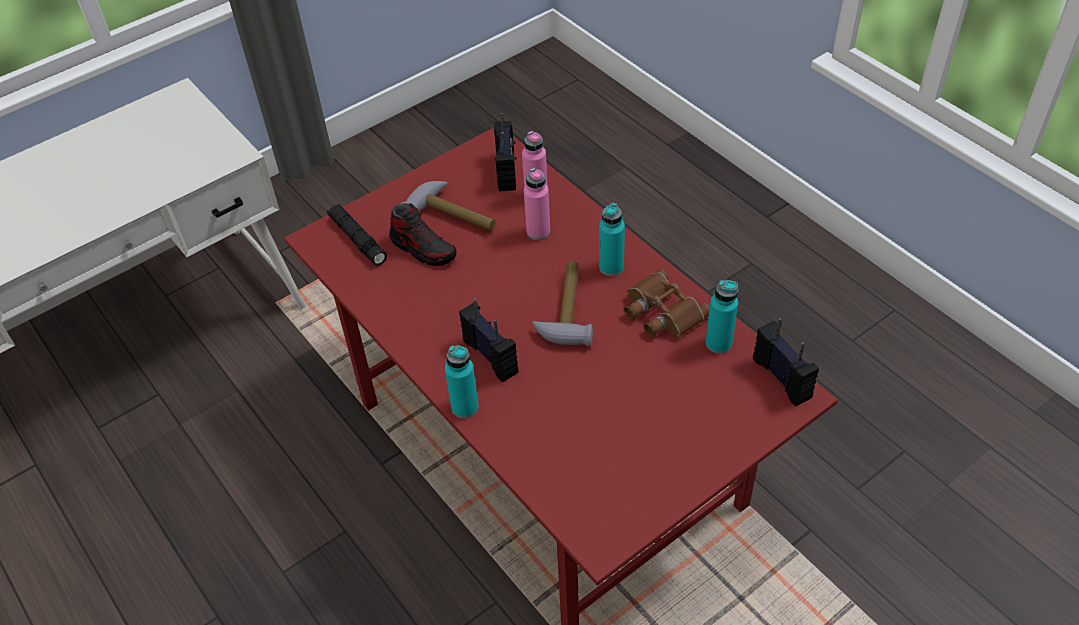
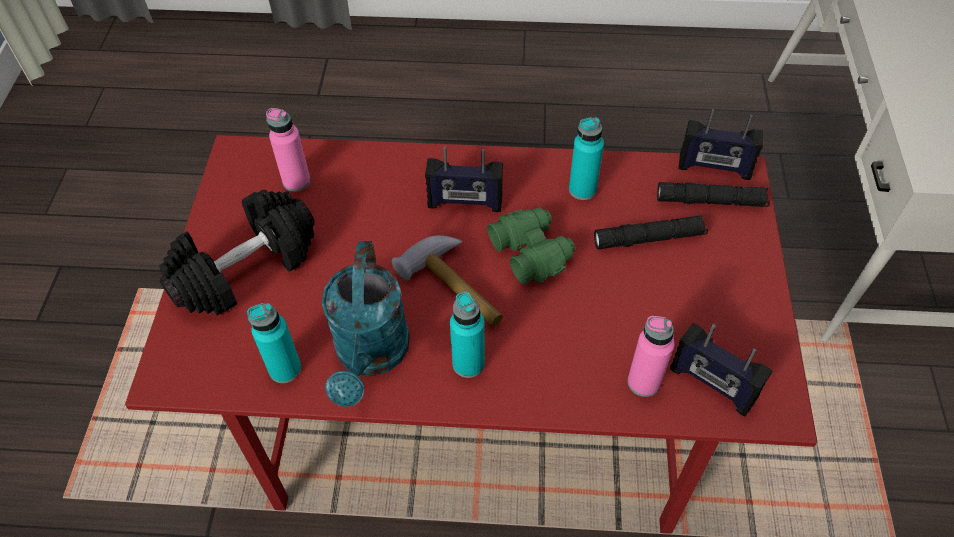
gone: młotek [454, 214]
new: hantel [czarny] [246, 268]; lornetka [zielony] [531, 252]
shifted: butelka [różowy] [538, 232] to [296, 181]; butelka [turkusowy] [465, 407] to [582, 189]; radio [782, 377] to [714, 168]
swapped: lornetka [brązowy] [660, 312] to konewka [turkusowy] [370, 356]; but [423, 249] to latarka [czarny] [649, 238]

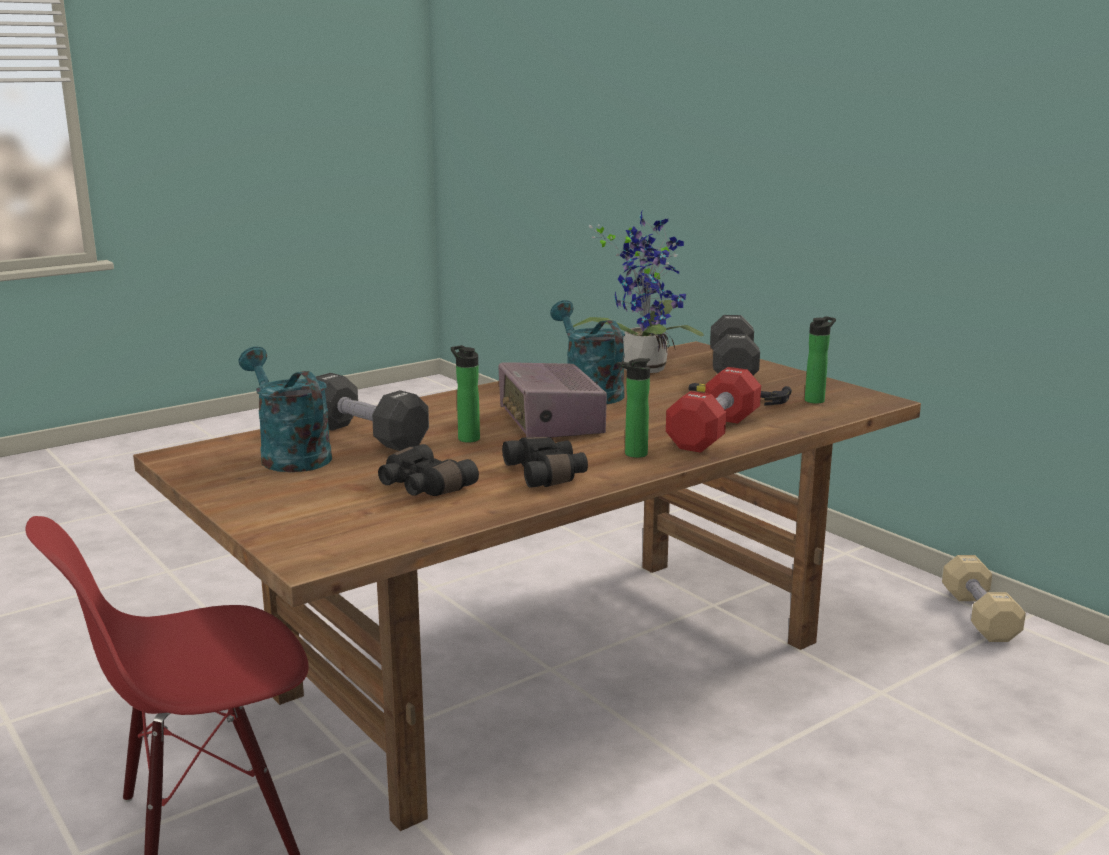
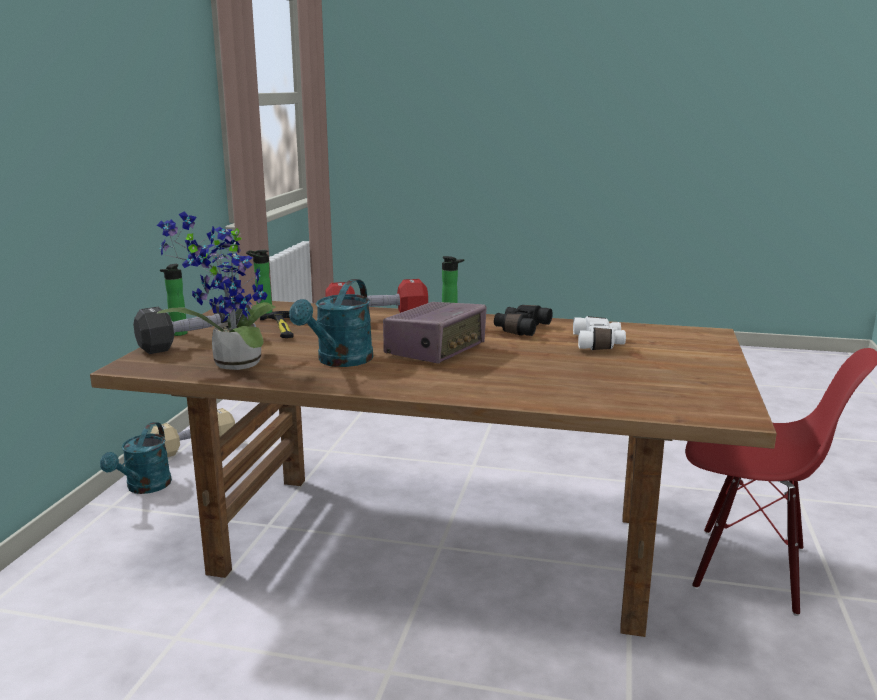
gone: hantel [czarny] [366, 436]
shifted: konewka [turkusowy] [289, 455] to [144, 488]; butelka [467, 438] to [177, 334]
repainted: lornetka [czarny] [422, 487] to lornetka [biały] [599, 343]

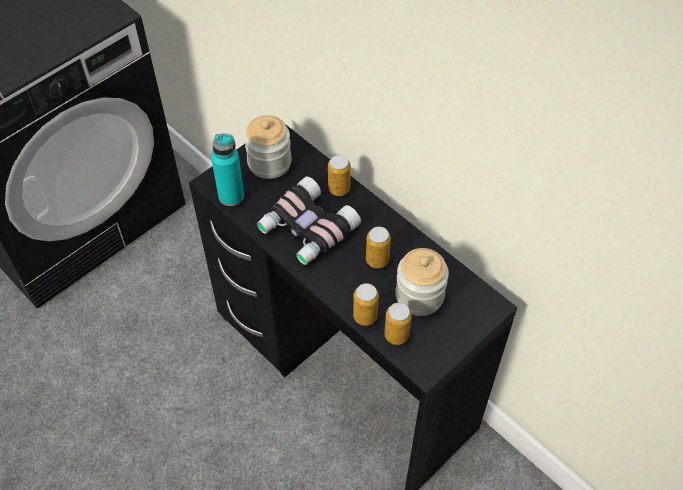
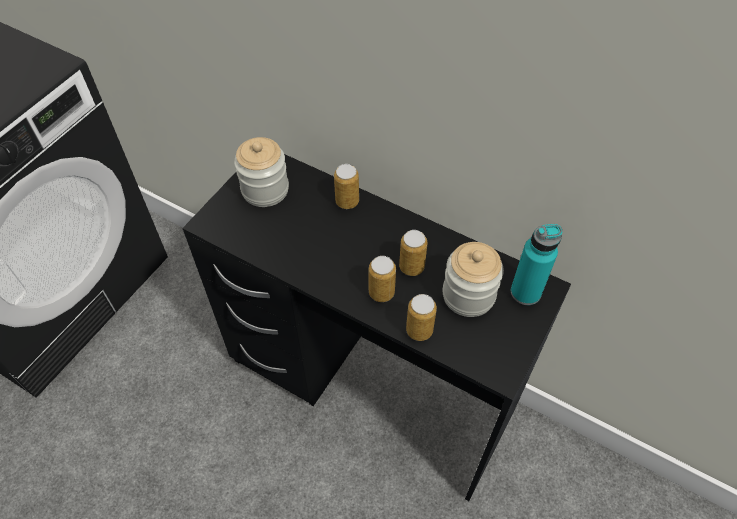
gone: lornetka [306, 229]
shifted: puszka [396, 335] to [381, 292]; butelka [turkusowy] [231, 196] to [525, 292]

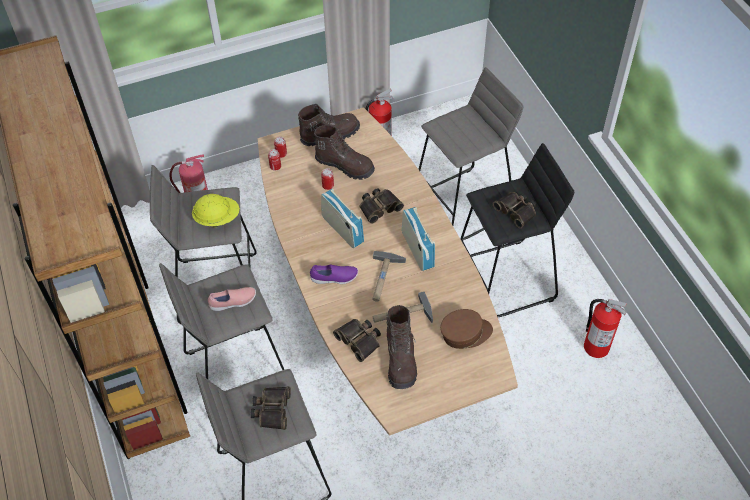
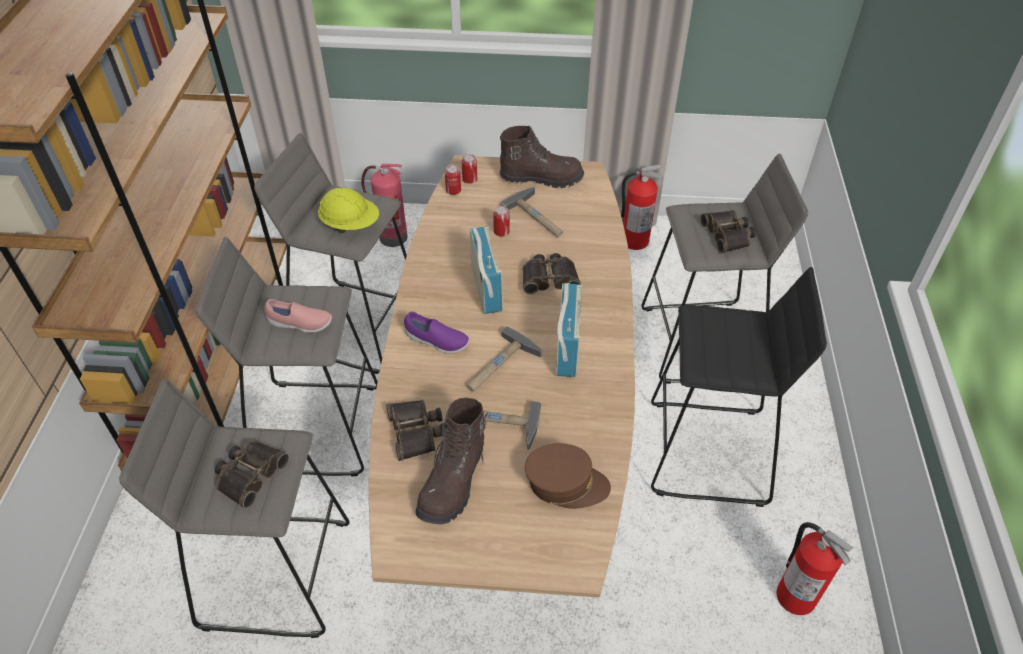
shifted: lornetka [517, 211] to [728, 235]
swapped: but z cholewką [brązowy] [345, 165] to młotek [537, 217]

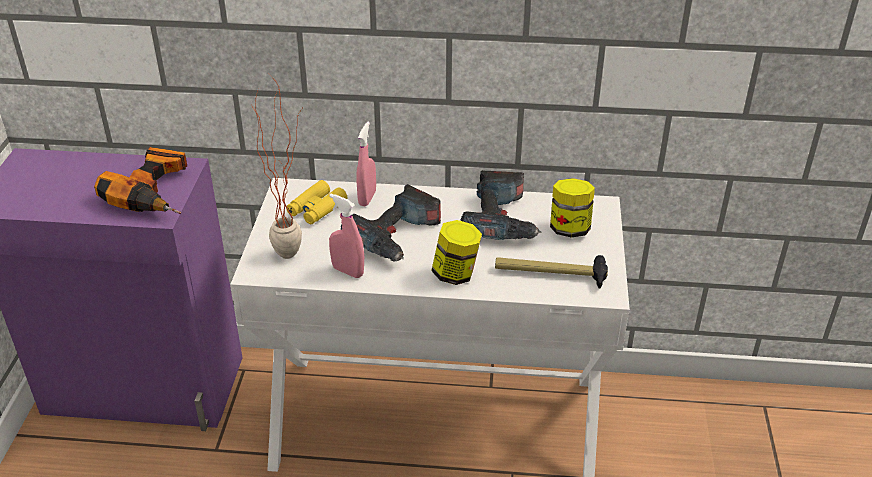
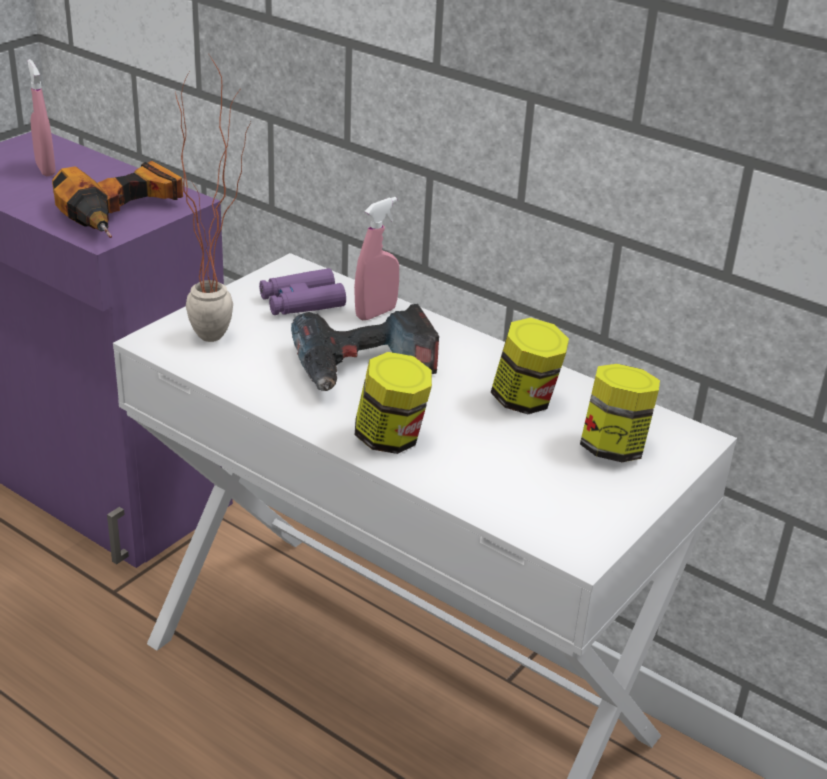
gone: młotek [550, 274]
shifted: spryskiwacz [różowy] [348, 271] to [45, 169]
swapped: wiertarka [501, 220] to słoik [525, 401]
repainted: lornetka [żółty] [317, 209] to lornetka [fioletowy] [301, 302]

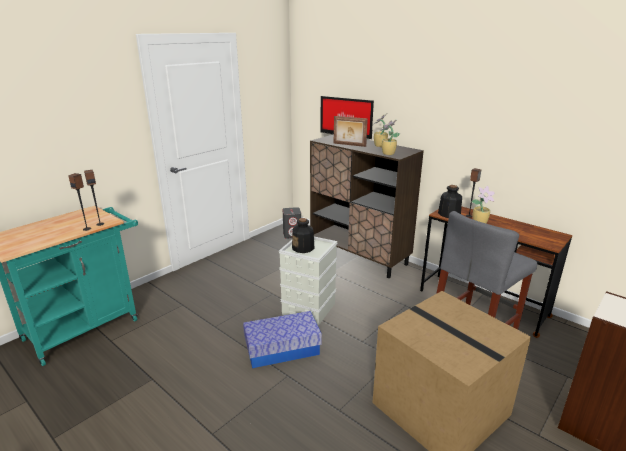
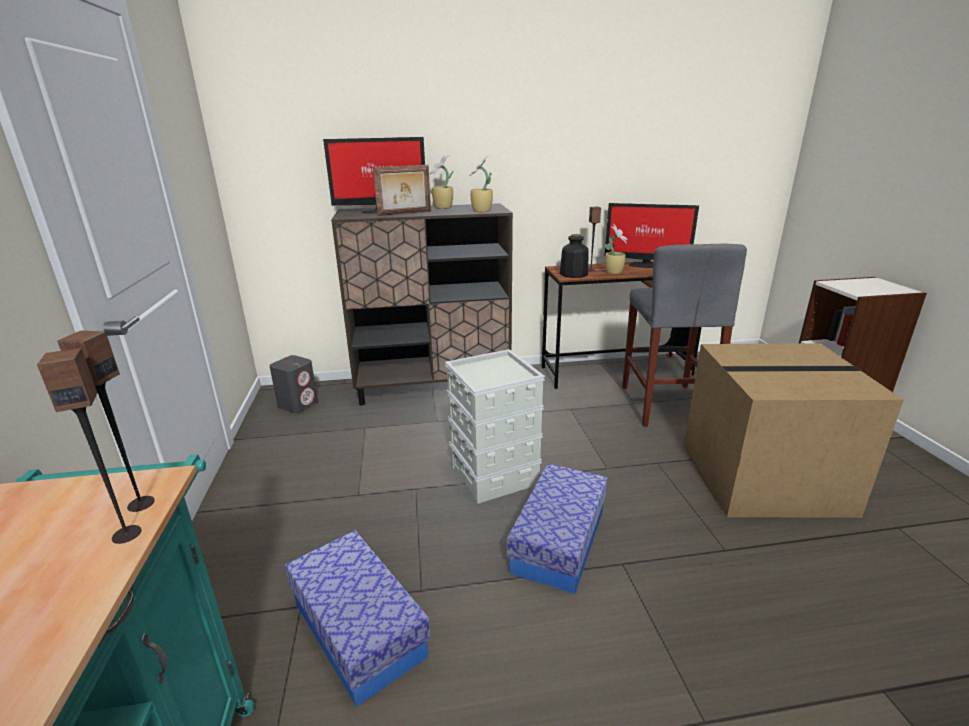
gone: butelka [303, 248]
new: pojemnik do przechowywania [358, 629]; monitor [644, 265]

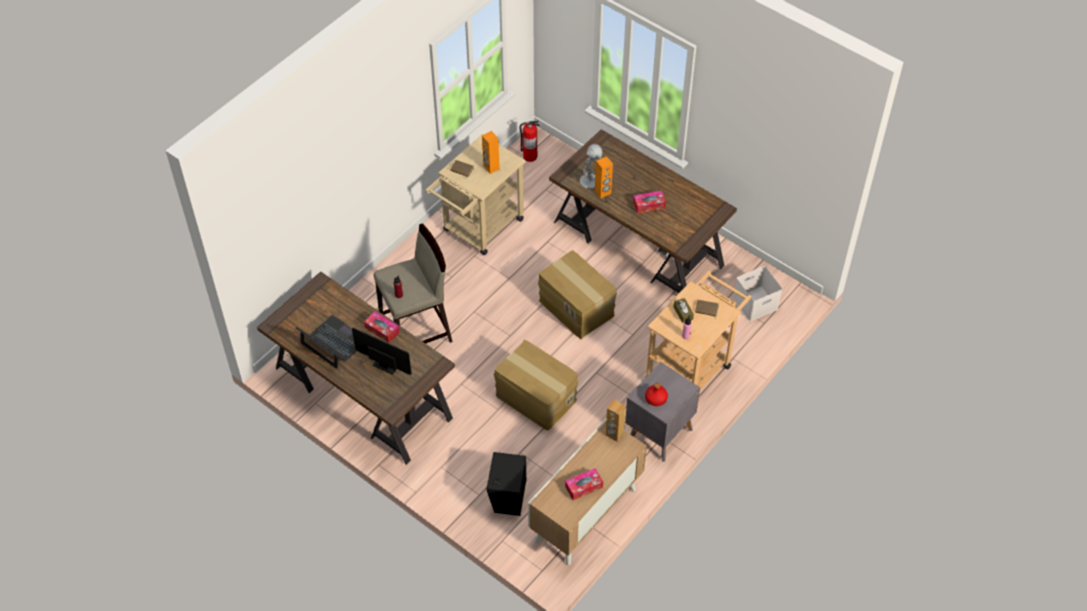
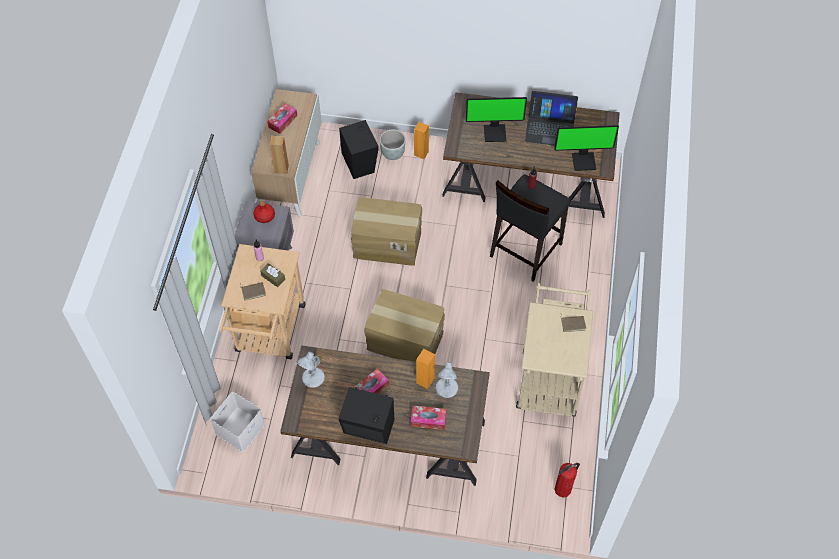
new: lampa stołowa [biały] [312, 378]; głośnik [czarny] [369, 429]; donica [szary] [392, 154]; monitor [584, 160]
shifted: pudełko chusteczek [382, 330] to [428, 420]; głośnik [pomarańczowy] [491, 167] to [421, 153]
repainted: stołek [beżowy] [417, 332] to stołek [czarny] [525, 250]

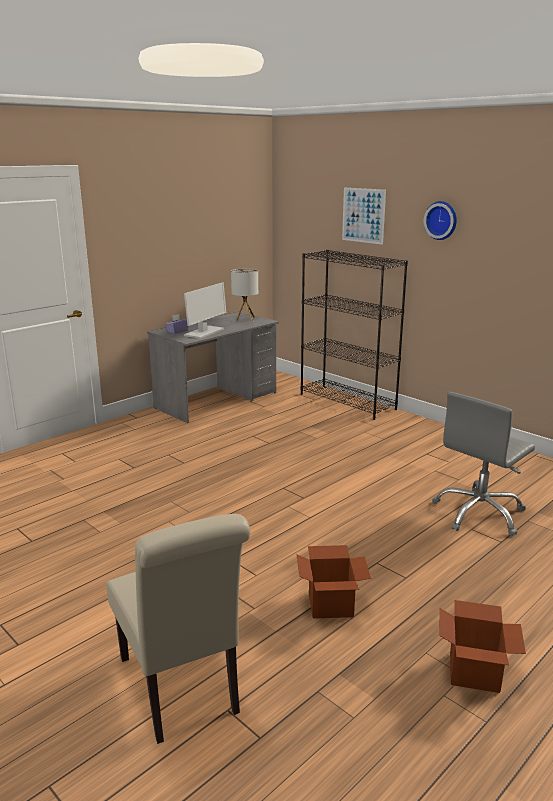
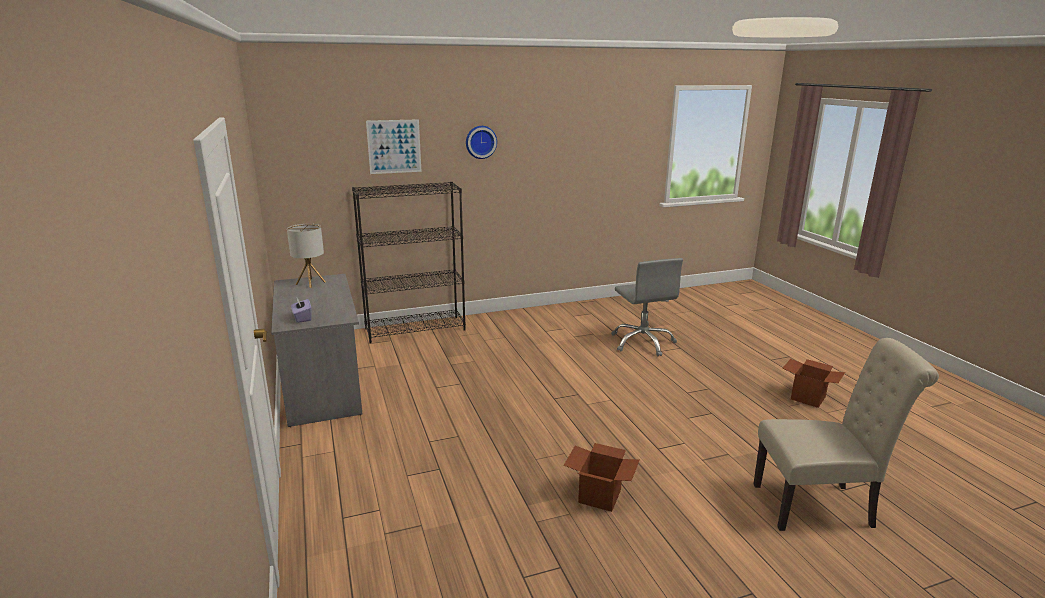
gone: monitor [204, 332]
shifted: karton [330, 605] to [600, 496]

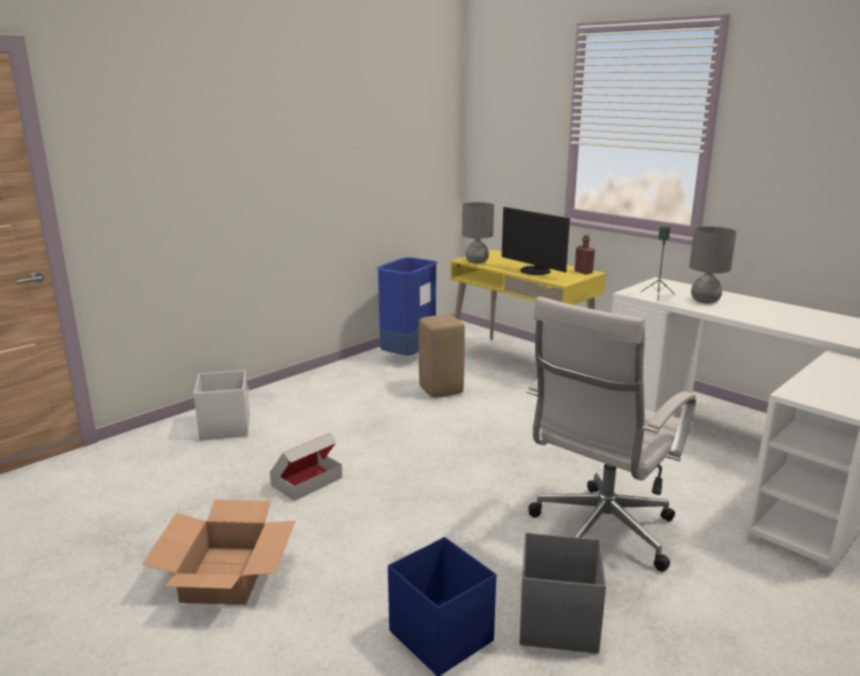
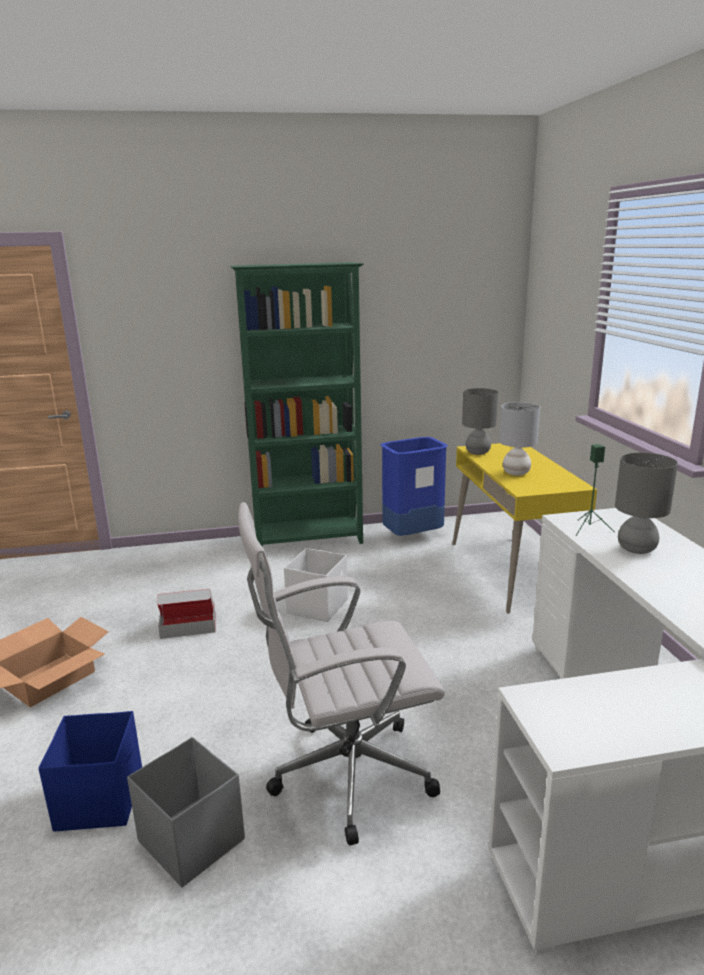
gone: stołek [beżowy] [440, 390]; butelka [czerwony] [583, 272]
new: regał [zielony] [309, 540]
shifted: pojemnik do przechowywania [biały] [226, 427] to [318, 606]
swapped: monitor [534, 271] to lampa stołowa [szary] [516, 473]

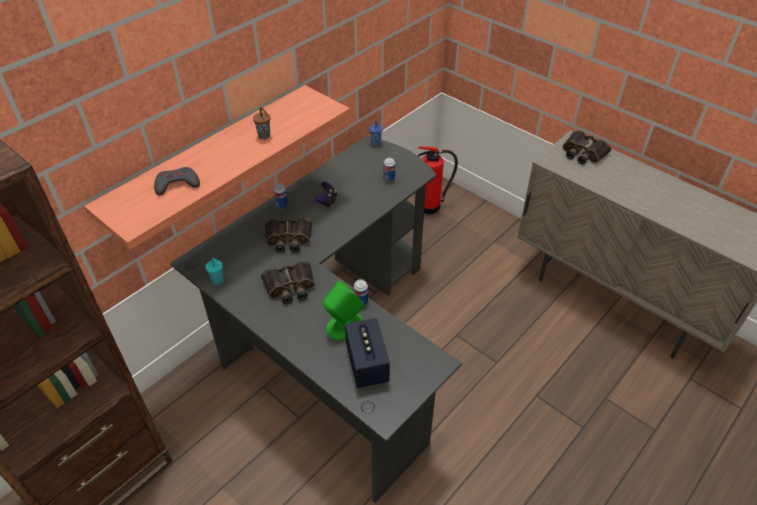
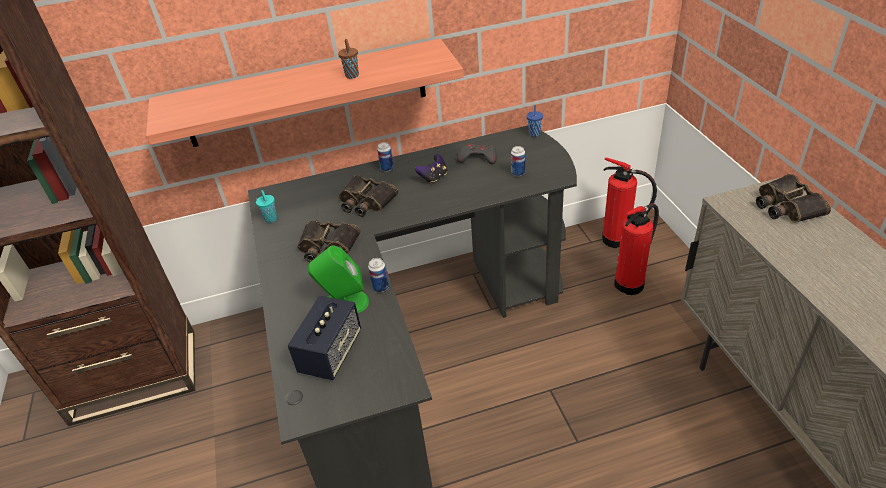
new: gaśnica [631, 283]
shifted: pad do gier [szary] [177, 184] to [477, 157]

